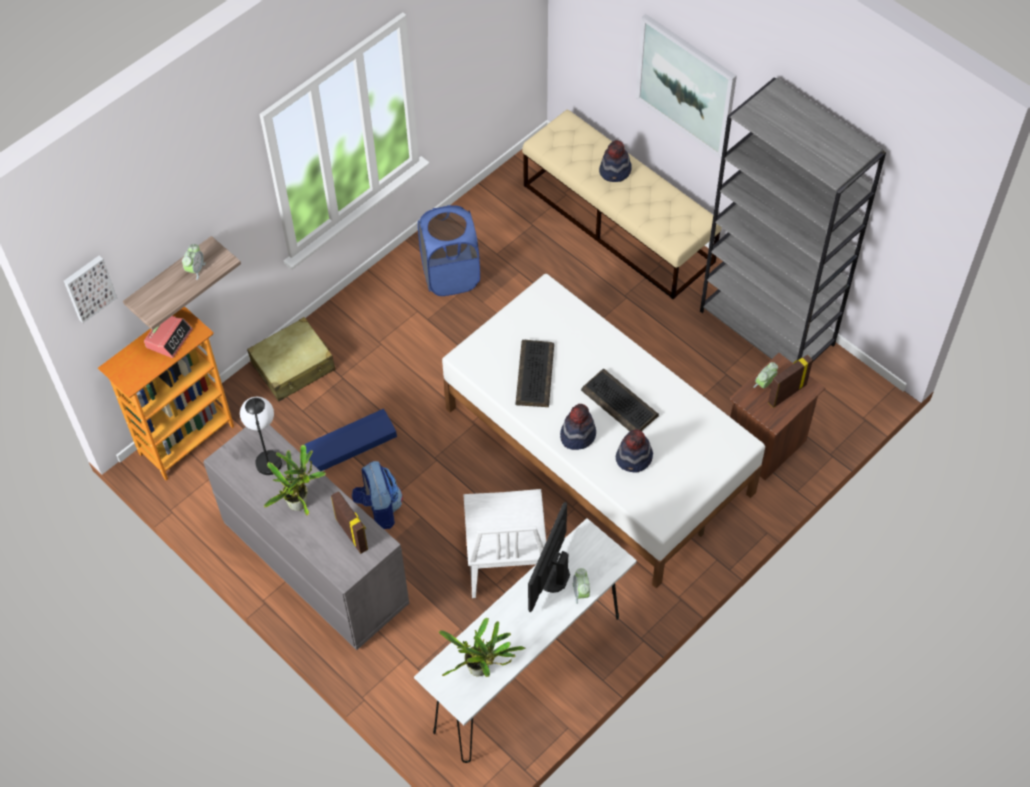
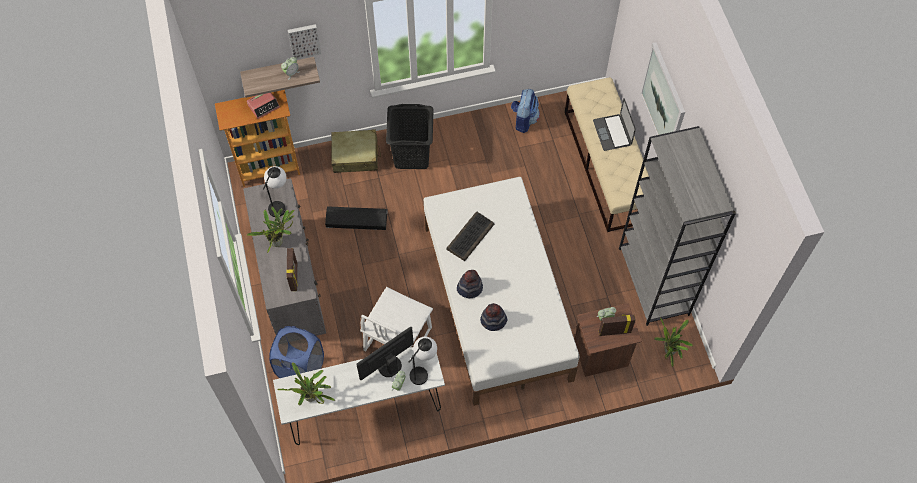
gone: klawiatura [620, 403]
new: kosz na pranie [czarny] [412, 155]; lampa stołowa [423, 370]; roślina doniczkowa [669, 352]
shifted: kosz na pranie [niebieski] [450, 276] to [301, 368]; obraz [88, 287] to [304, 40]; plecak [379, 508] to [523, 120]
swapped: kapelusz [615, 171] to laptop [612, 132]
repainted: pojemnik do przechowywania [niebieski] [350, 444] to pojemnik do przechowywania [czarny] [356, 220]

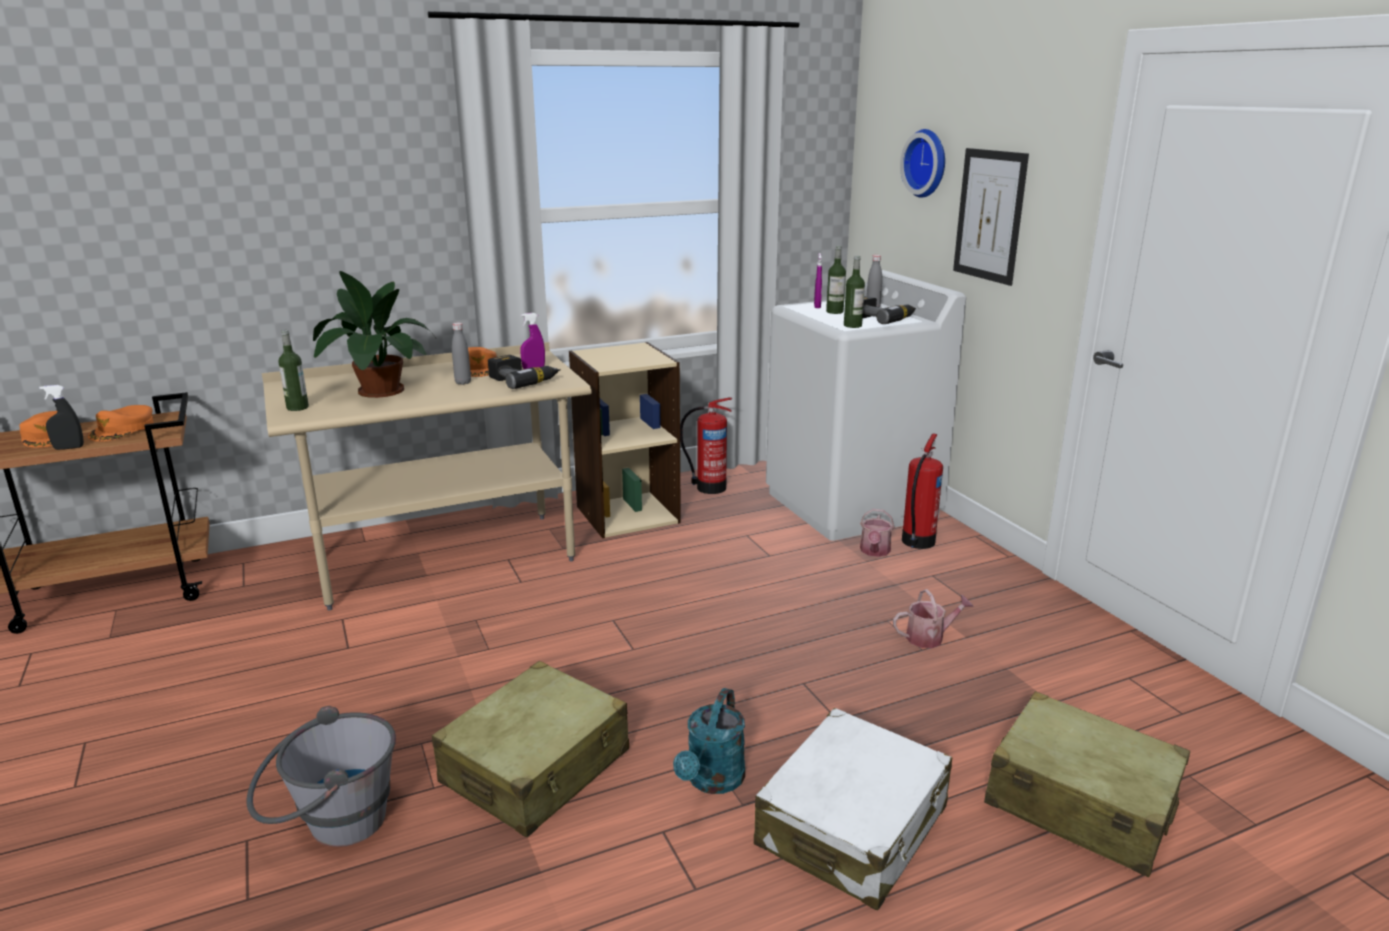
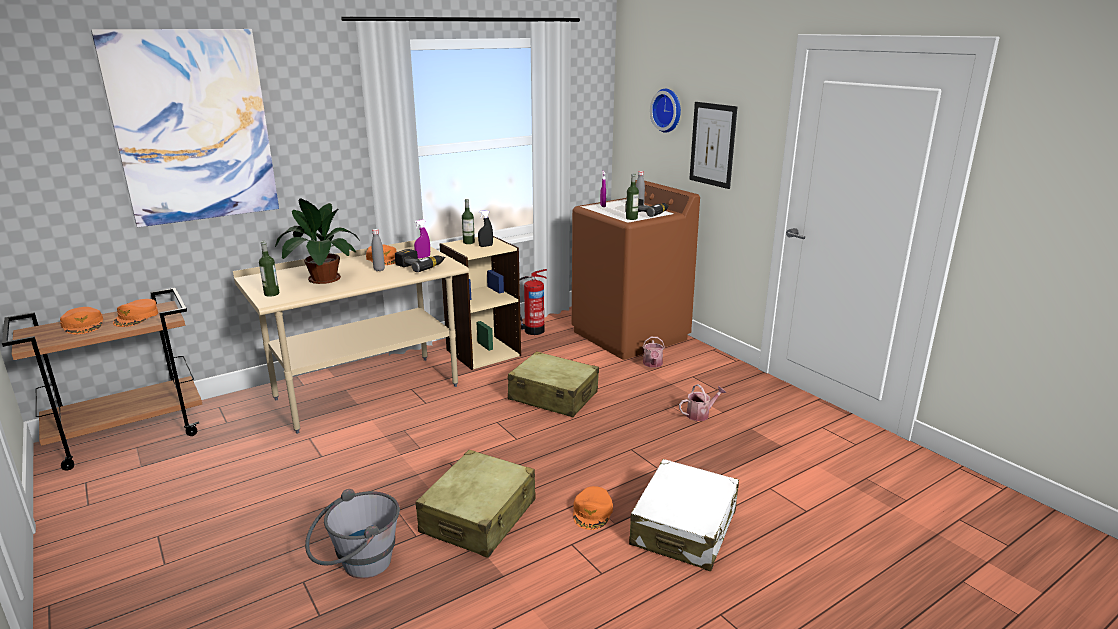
gone: gaśnica [916, 542]
new: obraz [193, 127]
shifted: butelka [834, 312] to [468, 242]; spryskiwacz [czarny] [69, 448] to [486, 246]; walizka [beżowy] [1080, 803] to [553, 396]
swapped: konewka [turkusowy] [712, 781] to czapka z daszkiem [pomarańczowy] [592, 512]
repainted: pralka [biały] [852, 505] to pralka [brązowy] [630, 335]

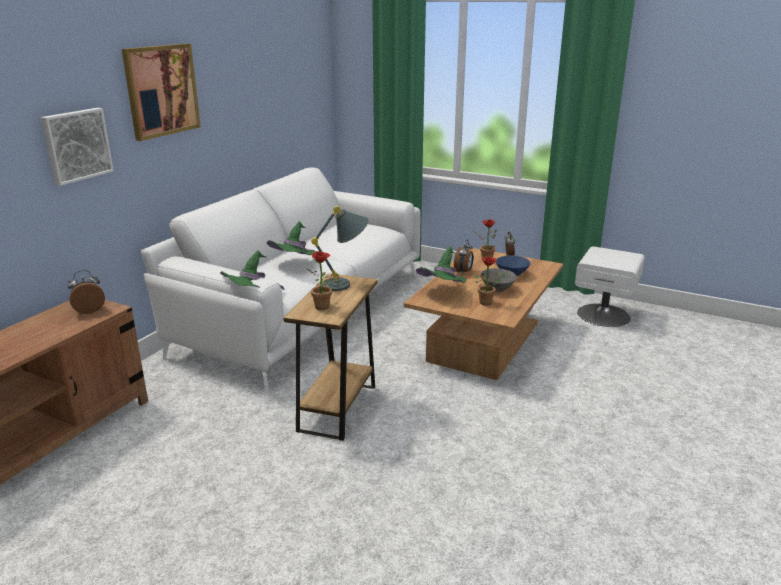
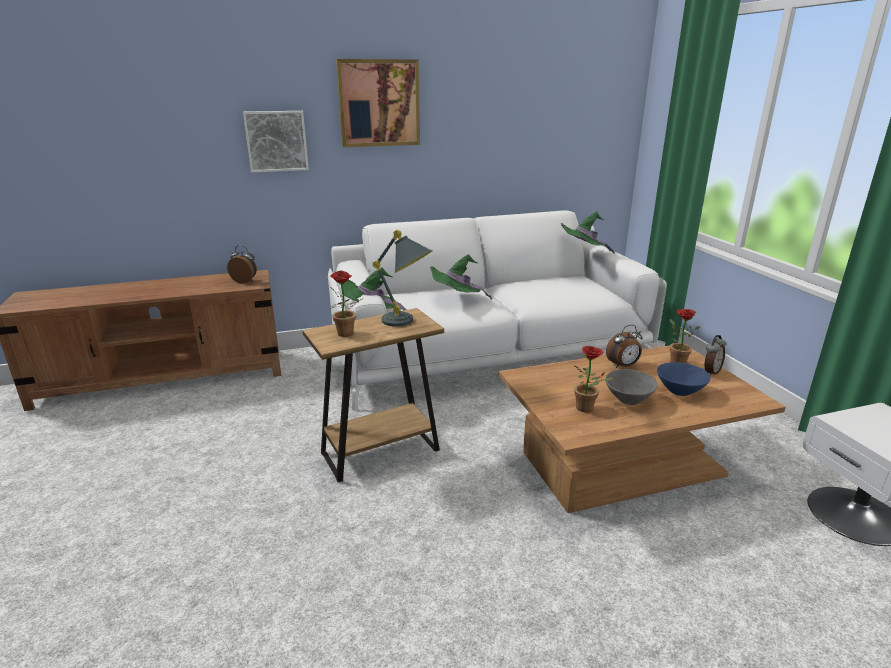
shifted: kapelusz [zielony] [443, 293] to [583, 254]

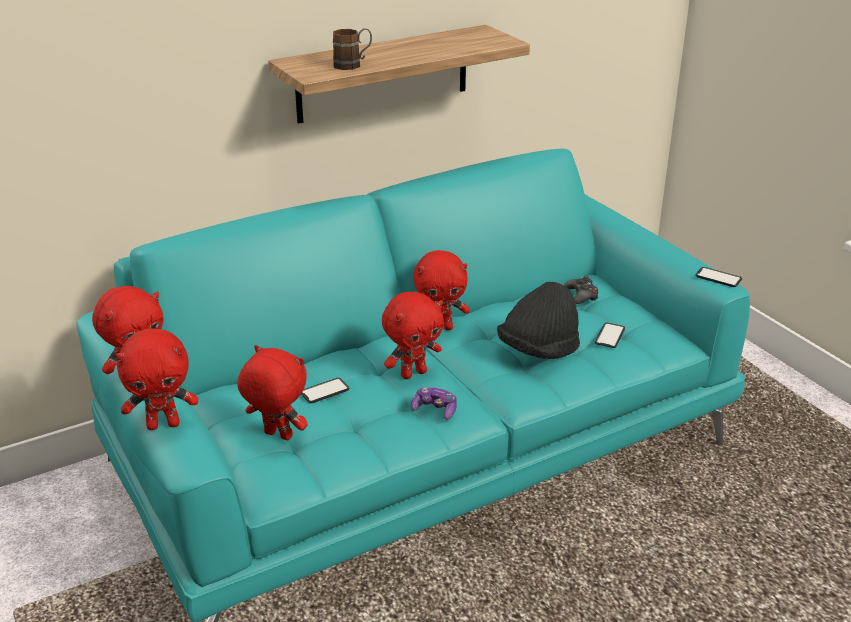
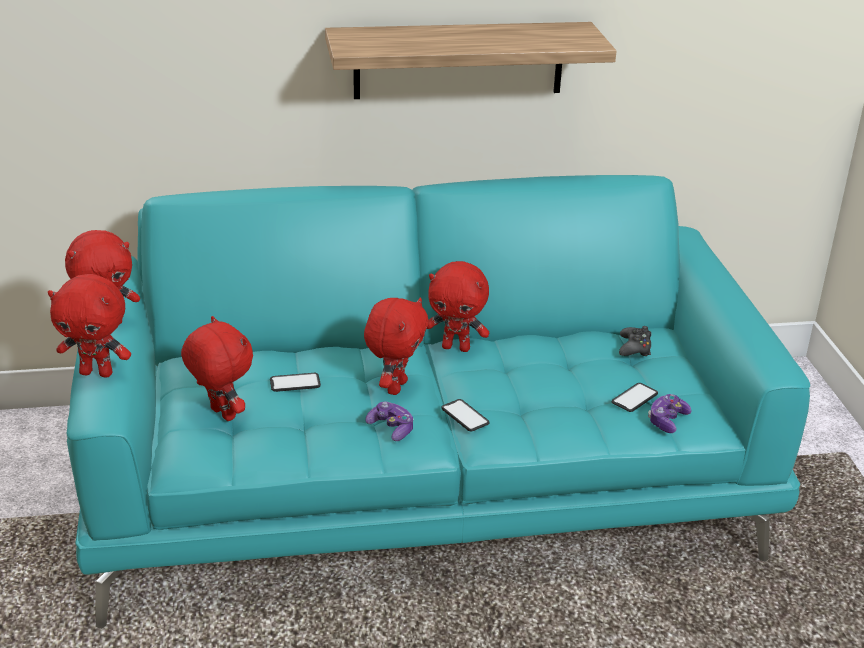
gone: kubek [brązowy] [353, 64]; kapelusz [czarny] [538, 350]
new: pad do gier [667, 420]
shifted: telefon [718, 278] to [465, 416]
rotated: pluszak [czerwony] [413, 373] = [395, 387] 60 degrees counterclockwise

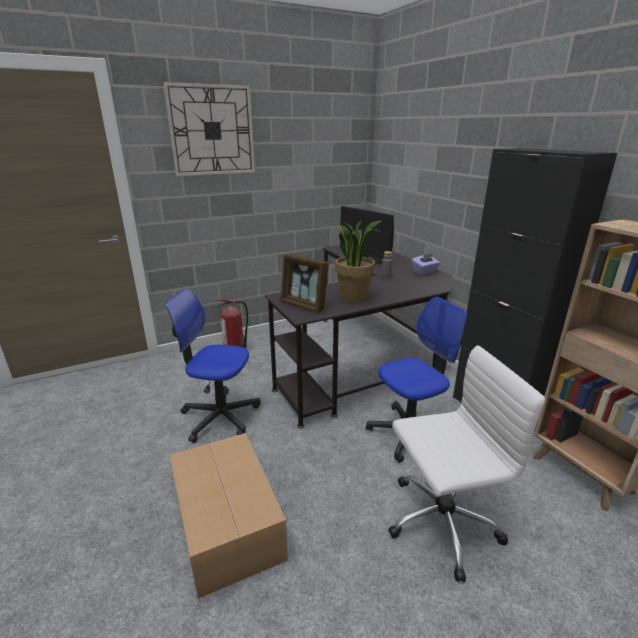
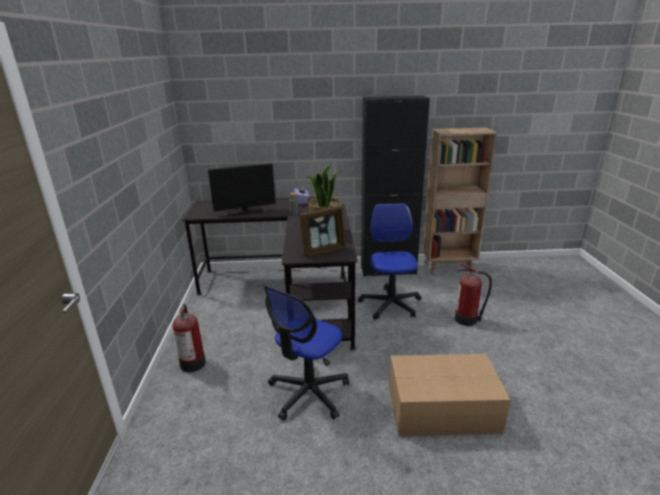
gone: zegar ścienny [212, 130]
swapped: krzesło biurowe [biały] [440, 522] to gaśnica [467, 319]

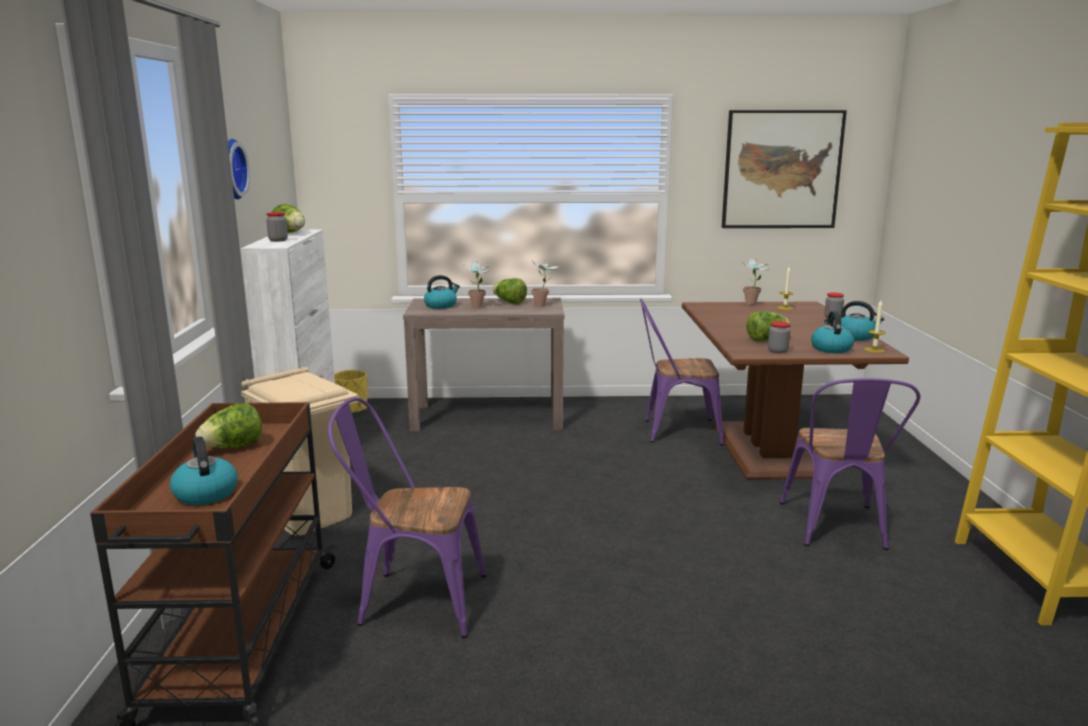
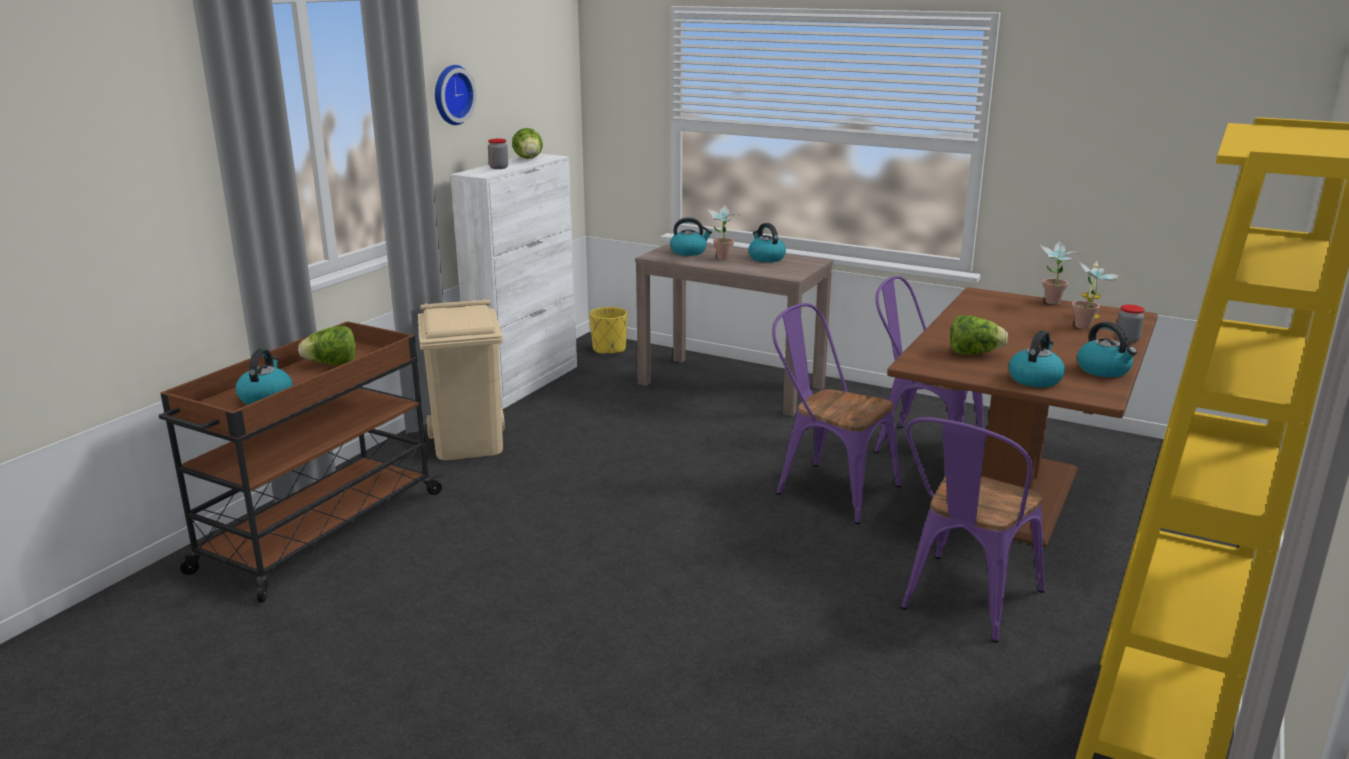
gone: obraz [781, 170]; słoik [777, 351]; świeca [874, 350]
shifted: krzesło [fioletowy] [412, 600] to [828, 488]; roślina doniczkowa [544, 305] to [1088, 327]
swapped: sałata [510, 302] to czajnik [766, 258]

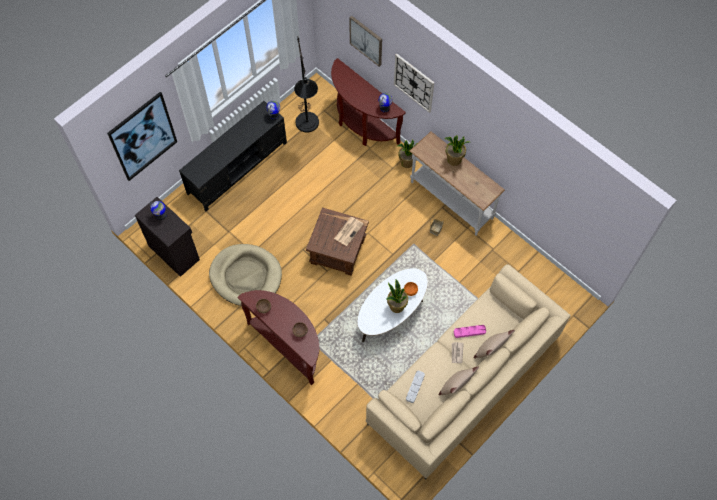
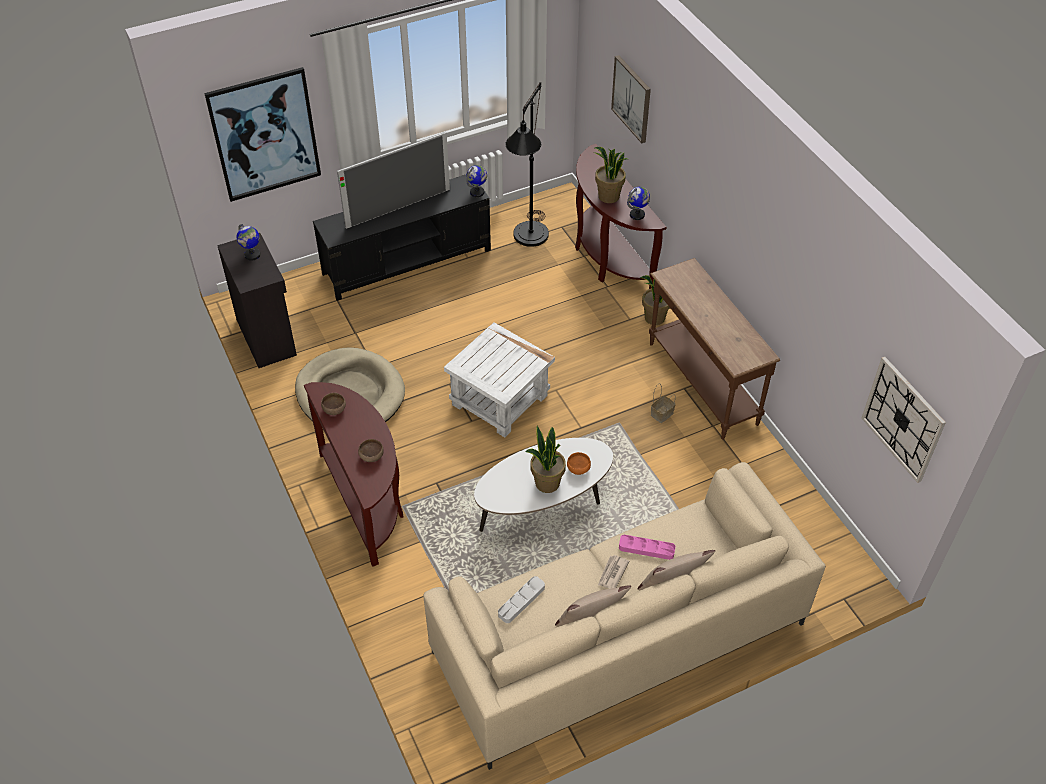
gone: gazeta [349, 231]
new: telewizor [398, 208]
shifted: roślina doniczkowa [454, 160] to [608, 197]; zegar ścienny [414, 83] to [903, 419]
repainted: stolik [brązowy] [338, 250] to stolik [biały] [501, 400]; stolik konsolowy [biały] [451, 201] to stolik konsolowy [brązowy] [701, 384]

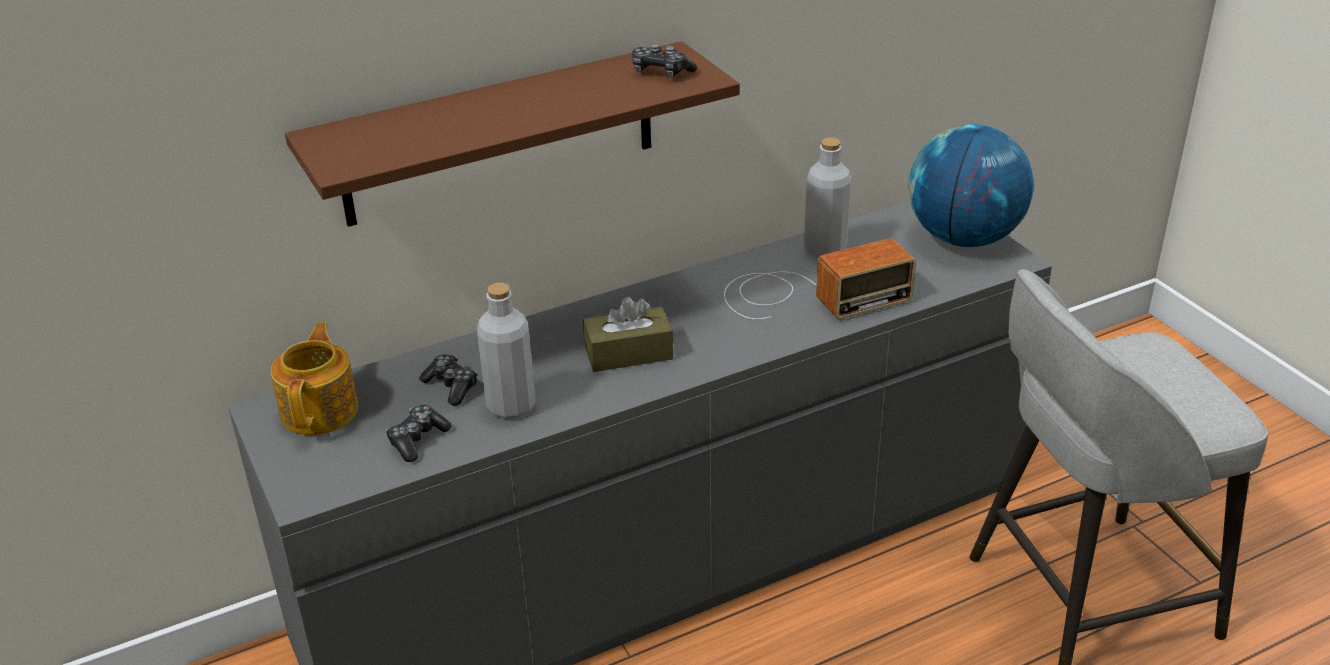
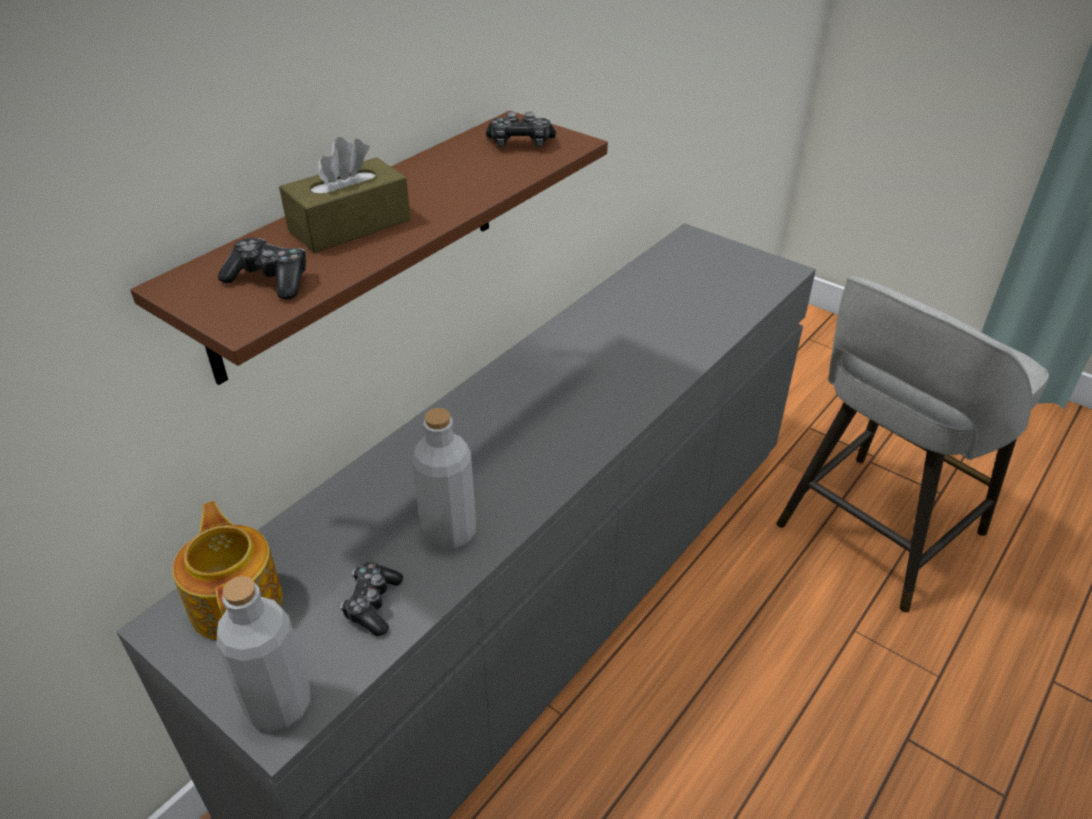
gone: radio [808, 295]; globus [964, 238]
shifted: butelka [szary] [825, 250] to [279, 705]; pad do gier [451, 386] to [270, 280]; pudełko chusteczek [brązowy] [628, 353] to [350, 225]

